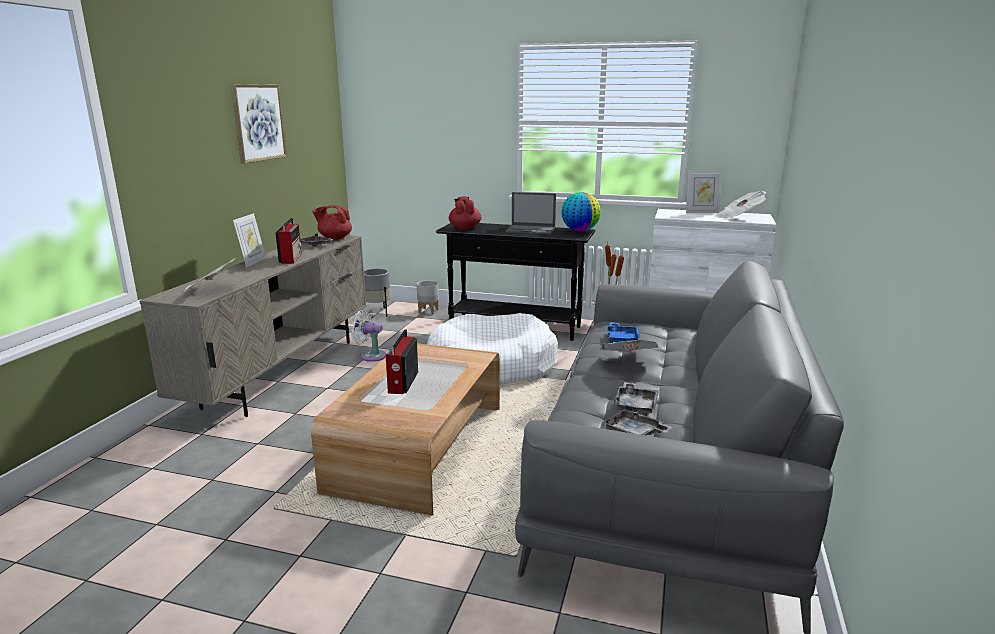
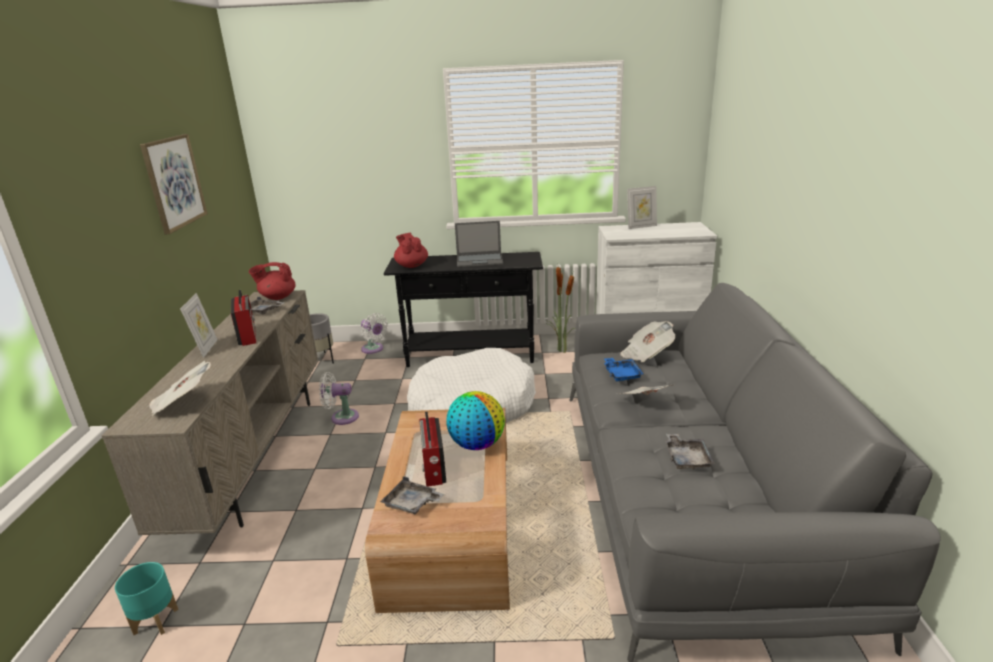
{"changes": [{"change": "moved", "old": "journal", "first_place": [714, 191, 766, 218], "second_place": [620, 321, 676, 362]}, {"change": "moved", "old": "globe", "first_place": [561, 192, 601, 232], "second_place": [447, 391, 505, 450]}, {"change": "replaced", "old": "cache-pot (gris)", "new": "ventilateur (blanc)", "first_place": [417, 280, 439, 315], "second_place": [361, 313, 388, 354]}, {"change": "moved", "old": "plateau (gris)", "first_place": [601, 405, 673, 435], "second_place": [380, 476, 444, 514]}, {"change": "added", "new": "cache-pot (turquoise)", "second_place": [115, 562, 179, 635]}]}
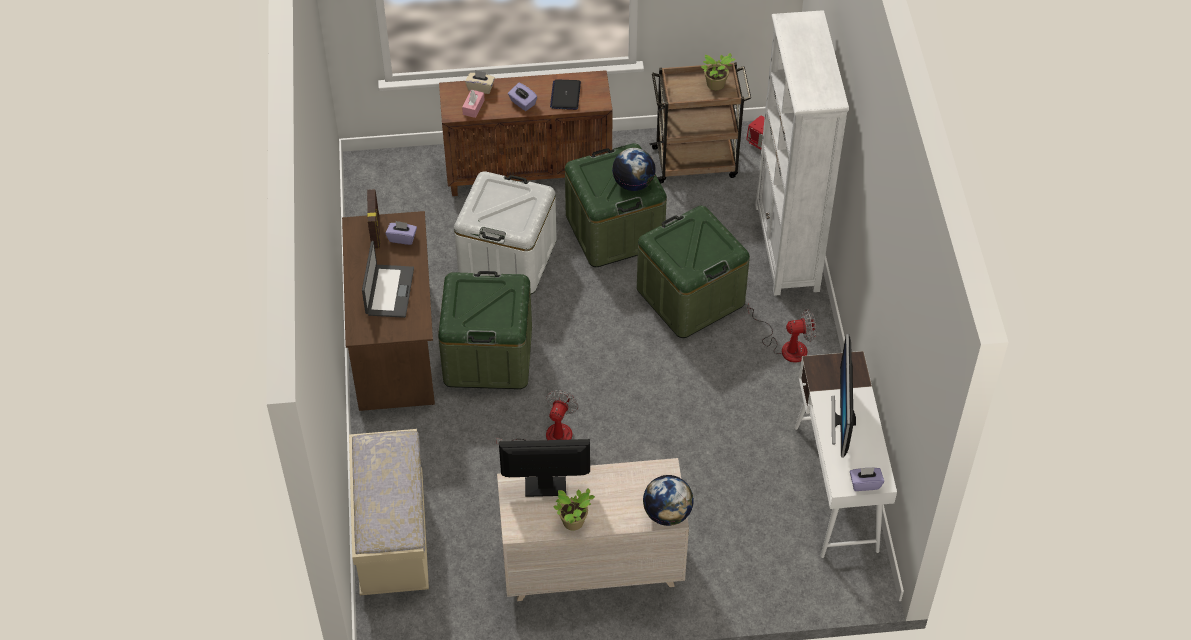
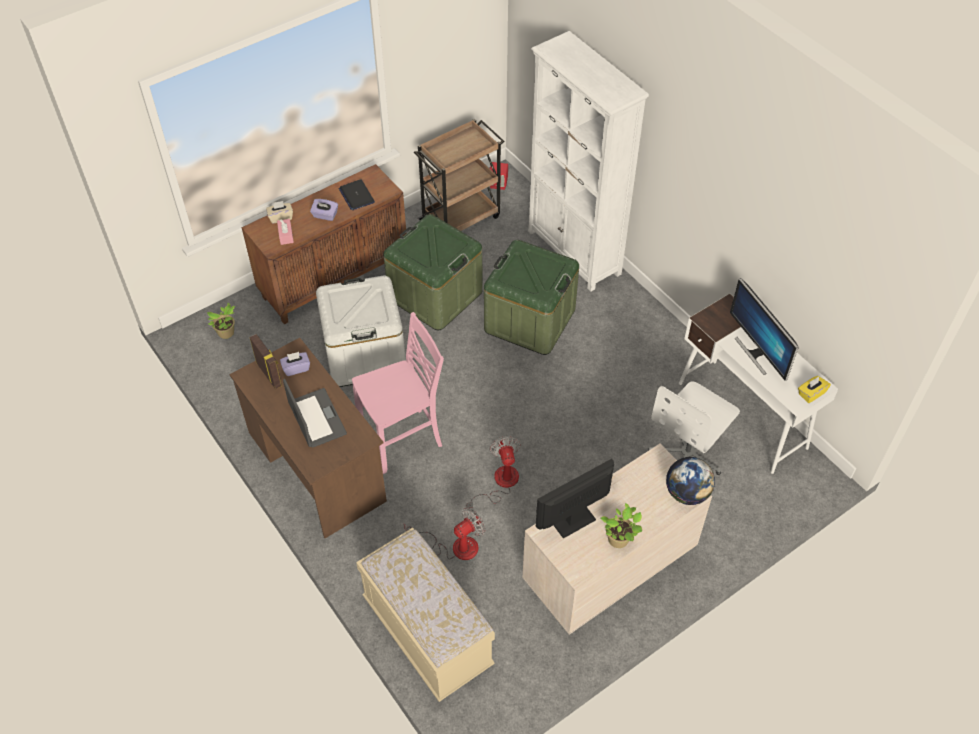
{"changes": [{"change": "moved", "old": "plante en pot", "first_place": [701, 53, 736, 90], "second_place": [207, 303, 235, 339]}, {"change": "removed", "old": "globe", "first_place": [612, 148, 655, 191]}, {"change": "replaced", "old": "boîte de rangement (vert)", "new": "chaise (rose)", "first_place": [438, 271, 532, 389], "second_place": [352, 312, 444, 474]}, {"change": "moved", "old": "ventilateur", "first_place": [747, 303, 816, 363], "second_place": [404, 508, 485, 560]}, {"change": "recoloured", "old": "boîte à mouchoirs (violet)", "new": "boîte à mouchoirs (jaune)", "first_place": [850, 468, 884, 491], "second_place": [798, 376, 831, 403]}, {"change": "added", "new": "chaise de bureau (blanc)", "second_place": [648, 381, 740, 475]}]}
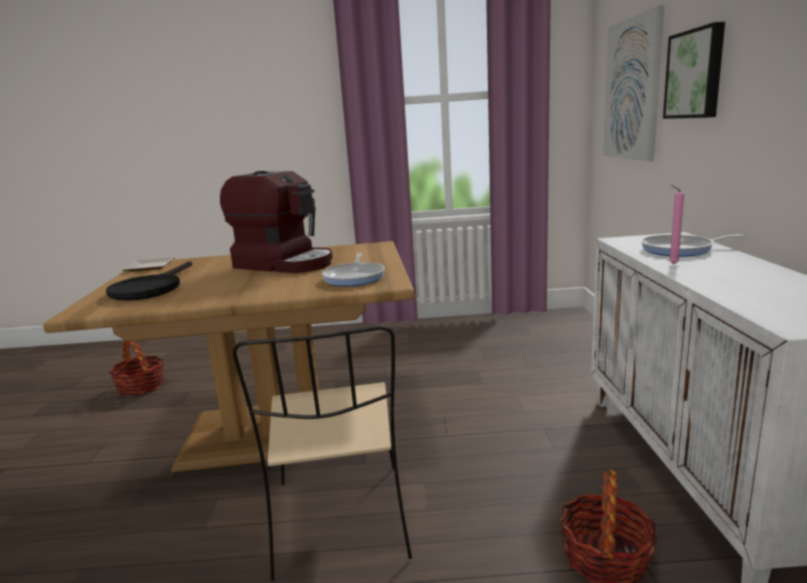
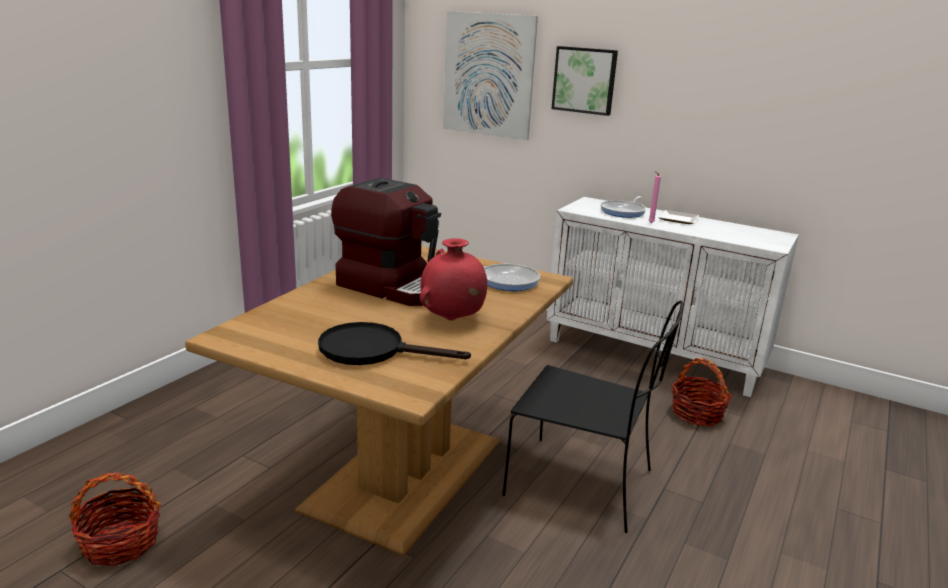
{"changes": [{"change": "turned", "old": "machine à café", "first_place": [220, 171, 333, 273], "second_place": [331, 178, 441, 306], "degrees": 60}, {"change": "moved", "old": "assiette", "first_place": [123, 257, 175, 272], "second_place": [658, 210, 699, 224]}, {"change": "turned", "old": "poêle (noir)", "first_place": [106, 261, 192, 301], "second_place": [318, 322, 471, 365], "degrees": 150}, {"change": "recoloured", "old": "chaise (beige)", "new": "chaise (noir)", "first_place": [233, 326, 412, 581], "second_place": [502, 301, 683, 533]}, {"change": "added", "new": "vase (rouge)", "second_place": [420, 238, 487, 321]}]}
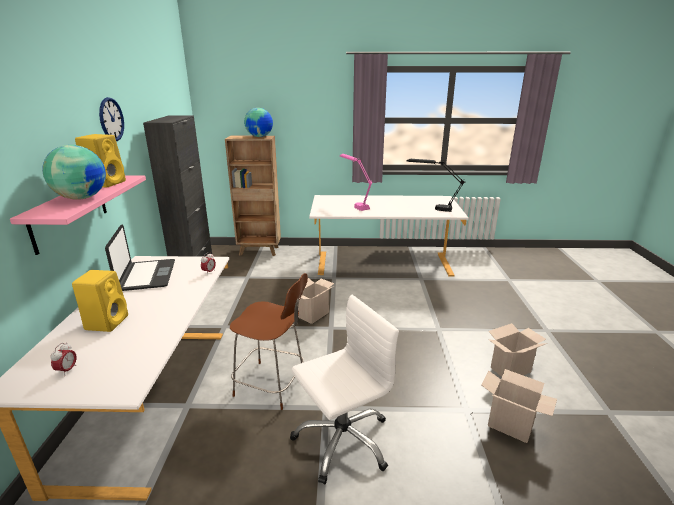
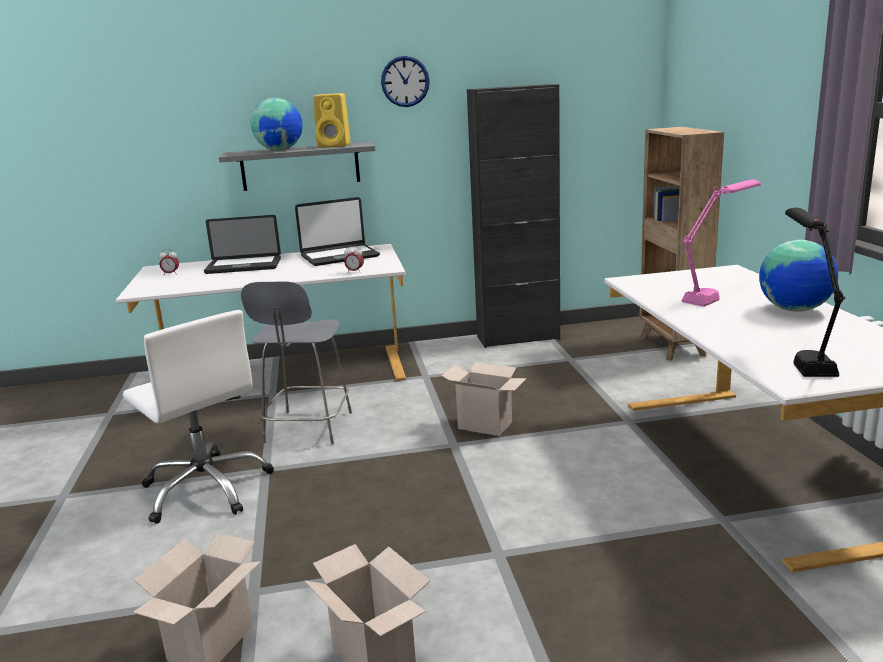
{"changes": [{"change": "moved", "old": "globe", "first_place": [244, 108, 273, 137], "second_place": [759, 240, 838, 312]}, {"change": "recoloured", "old": "étagère (rose)", "new": "étagère (gris)", "first_place": [10, 176, 146, 255], "second_place": [219, 142, 376, 191]}, {"change": "replaced", "old": "enceinte (jaune)", "new": "ordinateur portable", "first_place": [72, 270, 128, 332], "second_place": [204, 215, 281, 274]}, {"change": "recoloured", "old": "chaise (marron)", "new": "chaise (gris)", "first_place": [230, 273, 308, 410], "second_place": [241, 281, 352, 445]}]}
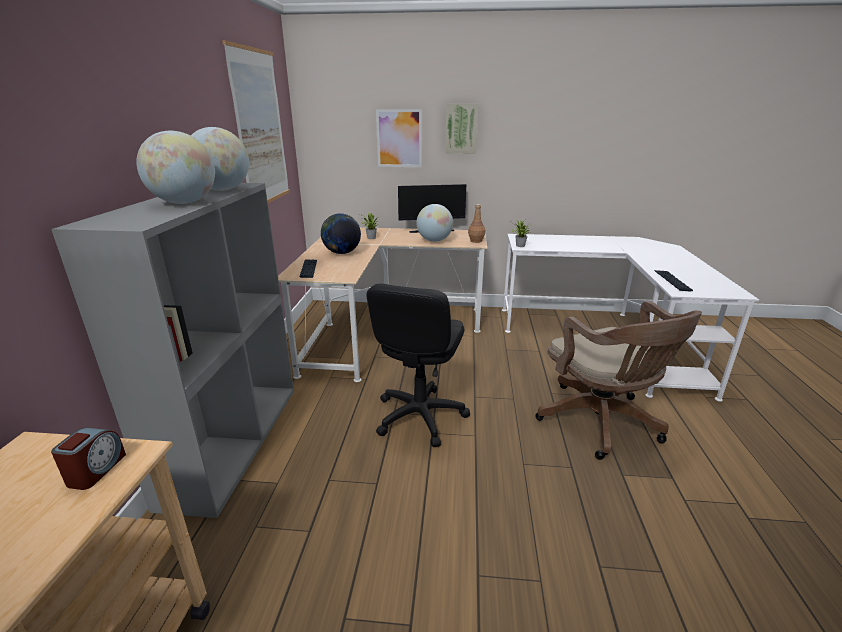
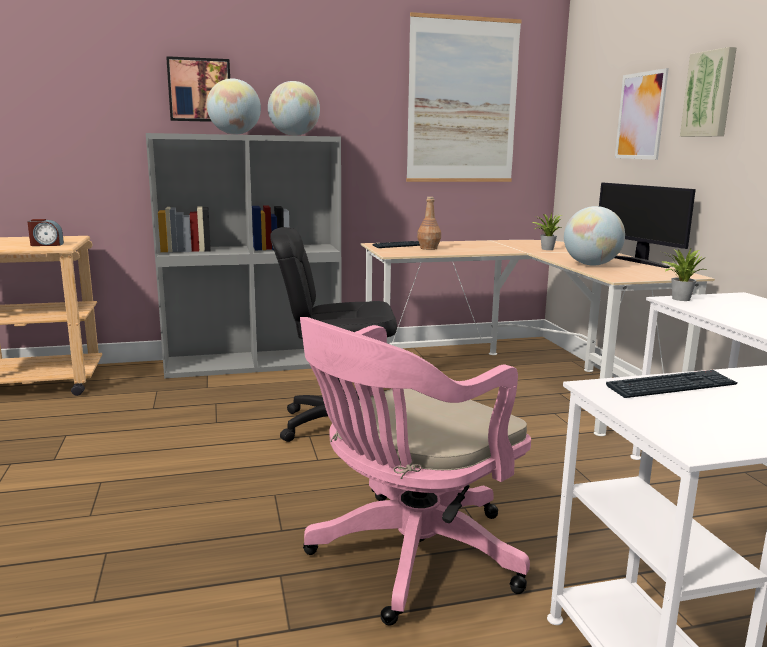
{"changes": [{"change": "moved", "old": "bouteille (marron)", "first_place": [468, 204, 485, 243], "second_place": [417, 197, 441, 250]}, {"change": "removed", "old": "globe", "first_place": [321, 213, 361, 254]}, {"change": "recoloured", "old": "chaise de bureau (marron)", "new": "chaise de bureau (rose)", "first_place": [535, 301, 702, 460], "second_place": [300, 317, 531, 625]}, {"change": "added", "new": "tableau", "second_place": [166, 56, 230, 122]}]}
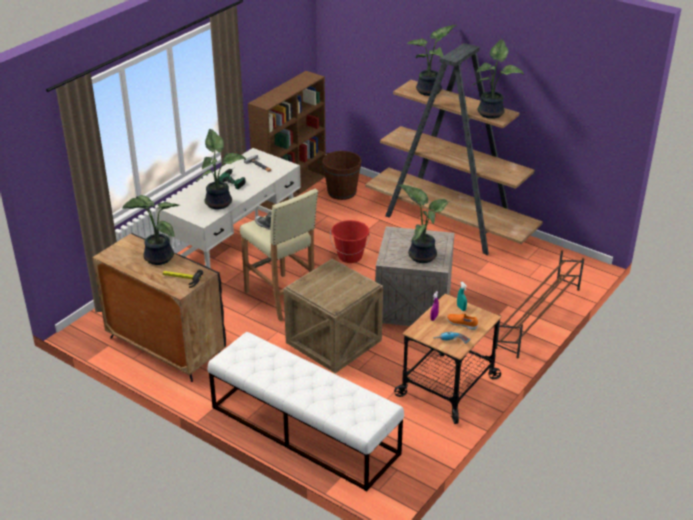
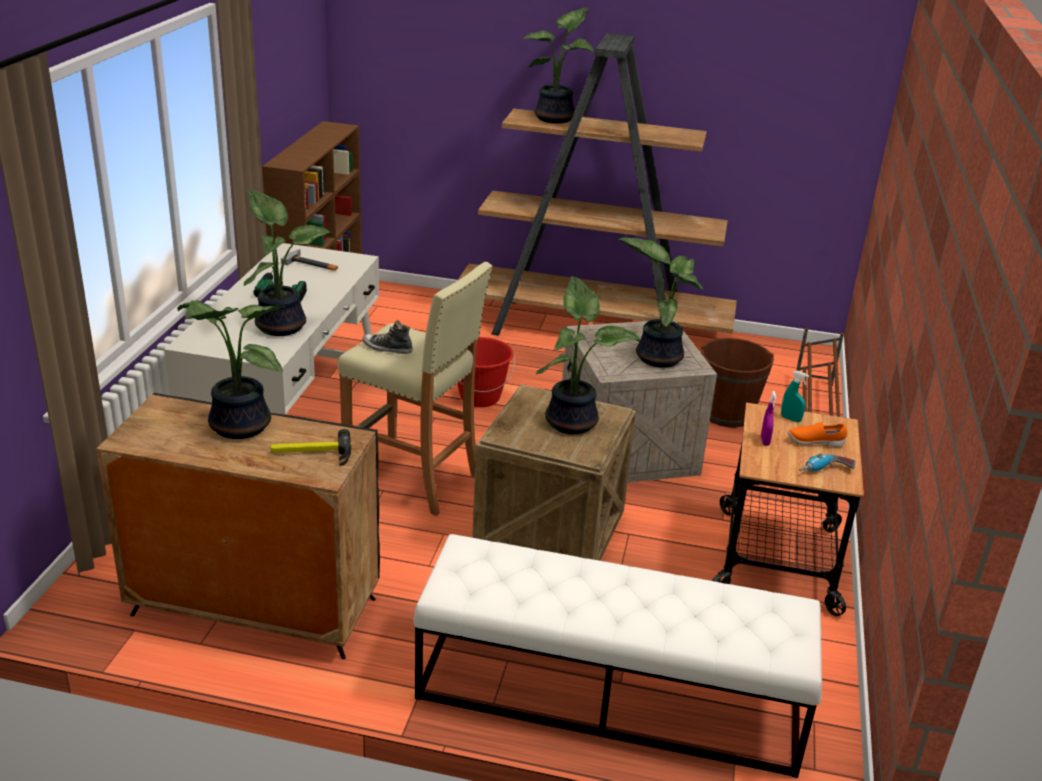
{"changes": [{"change": "moved", "old": "plante en pot", "first_place": [473, 39, 524, 119], "second_place": [536, 276, 641, 434]}, {"change": "moved", "old": "seau (marron)", "first_place": [322, 151, 362, 200], "second_place": [701, 338, 774, 427]}]}
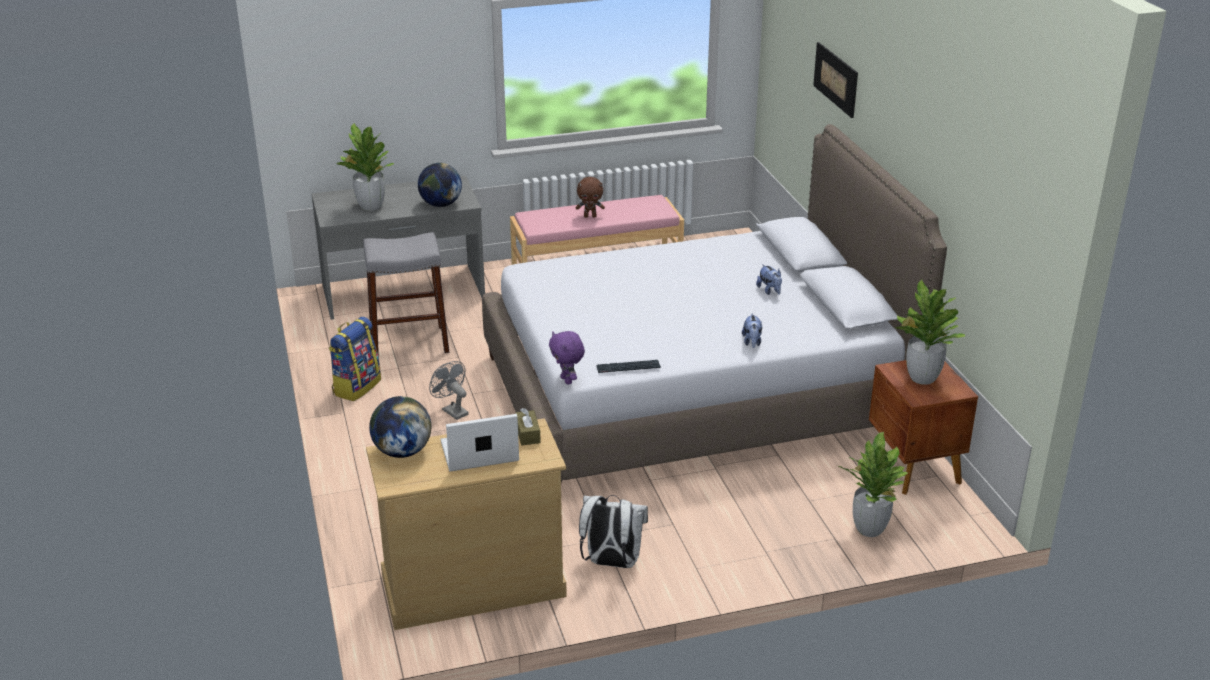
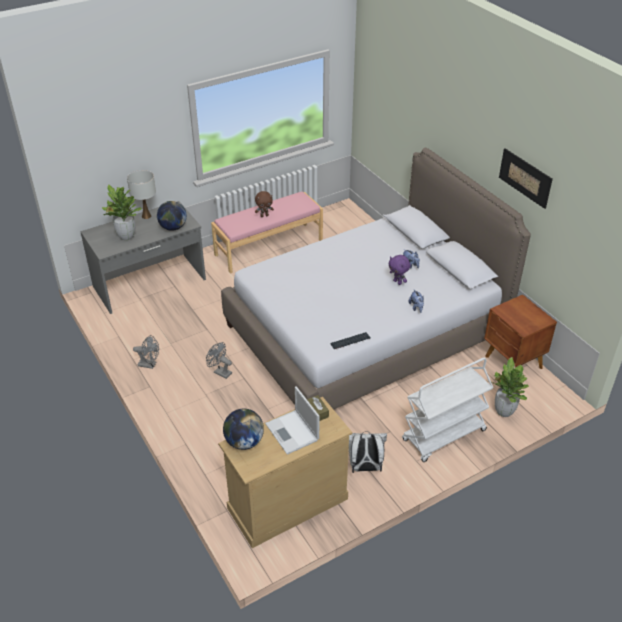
{"changes": [{"change": "moved", "old": "tableau", "first_place": [813, 42, 858, 118], "second_place": [499, 148, 553, 209]}, {"change": "removed", "old": "tabouret (gris)", "first_place": [363, 232, 449, 357]}, {"change": "removed", "old": "plante en pot", "first_place": [895, 280, 965, 385]}, {"change": "replaced", "old": "sac à dos", "new": "ventilateur (gris)", "first_place": [329, 317, 381, 401], "second_place": [133, 335, 159, 369]}, {"change": "moved", "old": "peluche (violet)", "first_place": [549, 331, 585, 384], "second_place": [388, 255, 410, 285]}, {"change": "turned", "old": "ordinateur portable", "first_place": [441, 414, 519, 472], "second_place": [265, 386, 320, 455], "degrees": -90}, {"change": "added", "new": "lampe de table (blanc)", "second_place": [127, 170, 156, 219]}, {"change": "added", "new": "chariot (blanc)", "second_place": [402, 358, 494, 462]}]}
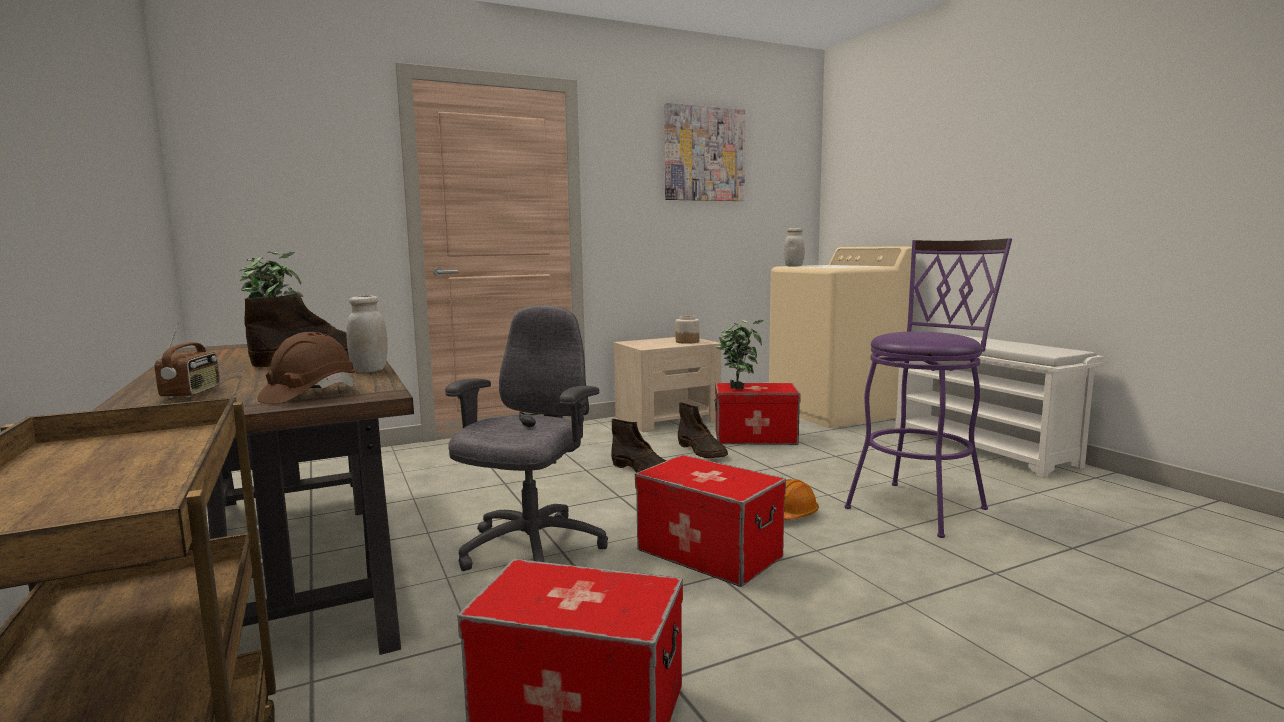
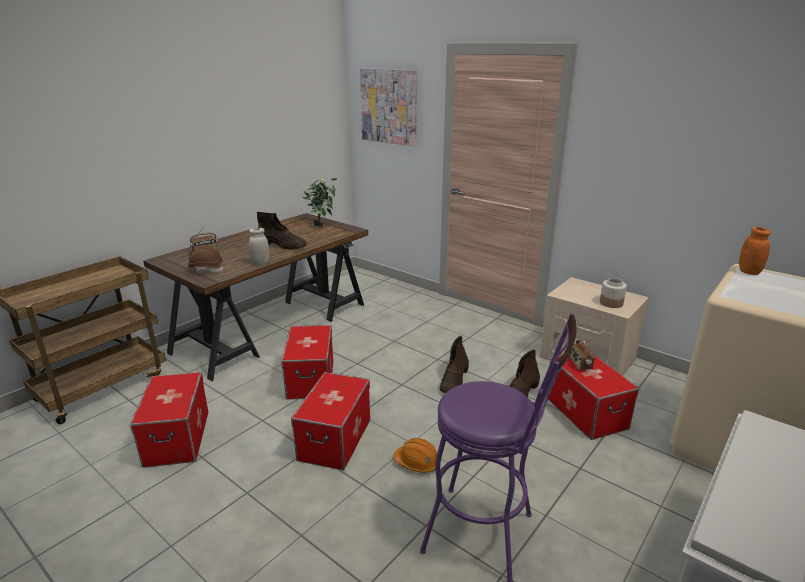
{"changes": [{"change": "moved", "old": "tableau", "first_place": [664, 103, 745, 201], "second_place": [360, 68, 417, 146]}, {"change": "recoloured", "old": "bocal (blanc)", "new": "bocal (orange)", "first_place": [784, 228, 805, 266], "second_place": [739, 227, 771, 275]}, {"change": "replaced", "old": "chaise de bureau (gris)", "new": "boîte de rangement", "first_place": [445, 305, 608, 571], "second_place": [281, 325, 333, 400]}, {"change": "replaced", "old": "plante en pot", "new": "radio", "first_place": [715, 320, 763, 389], "second_place": [570, 338, 595, 370]}]}
